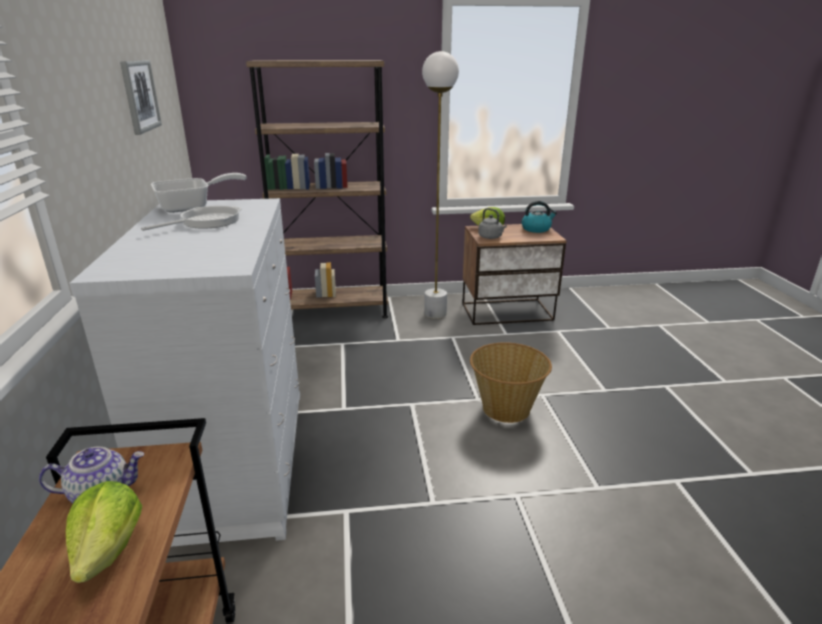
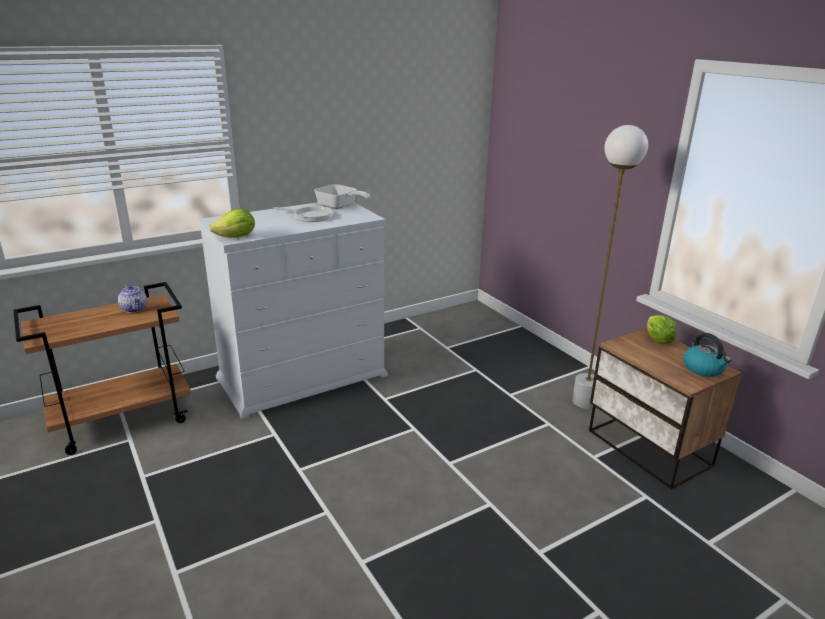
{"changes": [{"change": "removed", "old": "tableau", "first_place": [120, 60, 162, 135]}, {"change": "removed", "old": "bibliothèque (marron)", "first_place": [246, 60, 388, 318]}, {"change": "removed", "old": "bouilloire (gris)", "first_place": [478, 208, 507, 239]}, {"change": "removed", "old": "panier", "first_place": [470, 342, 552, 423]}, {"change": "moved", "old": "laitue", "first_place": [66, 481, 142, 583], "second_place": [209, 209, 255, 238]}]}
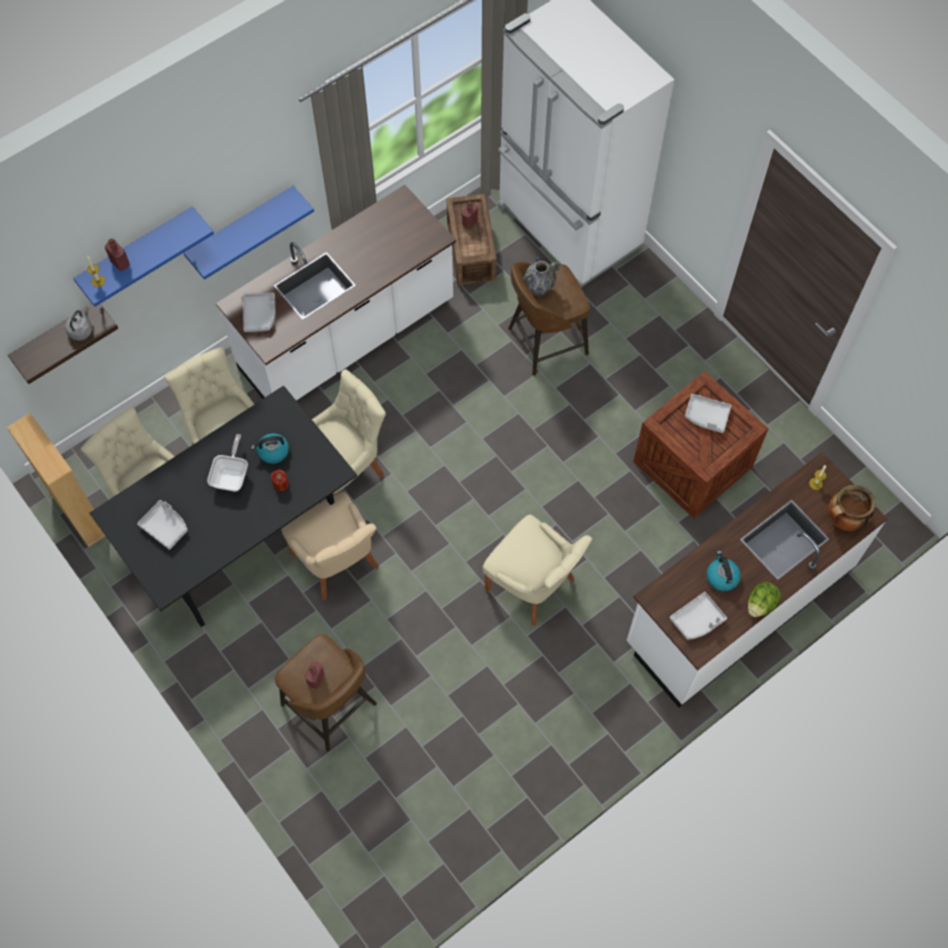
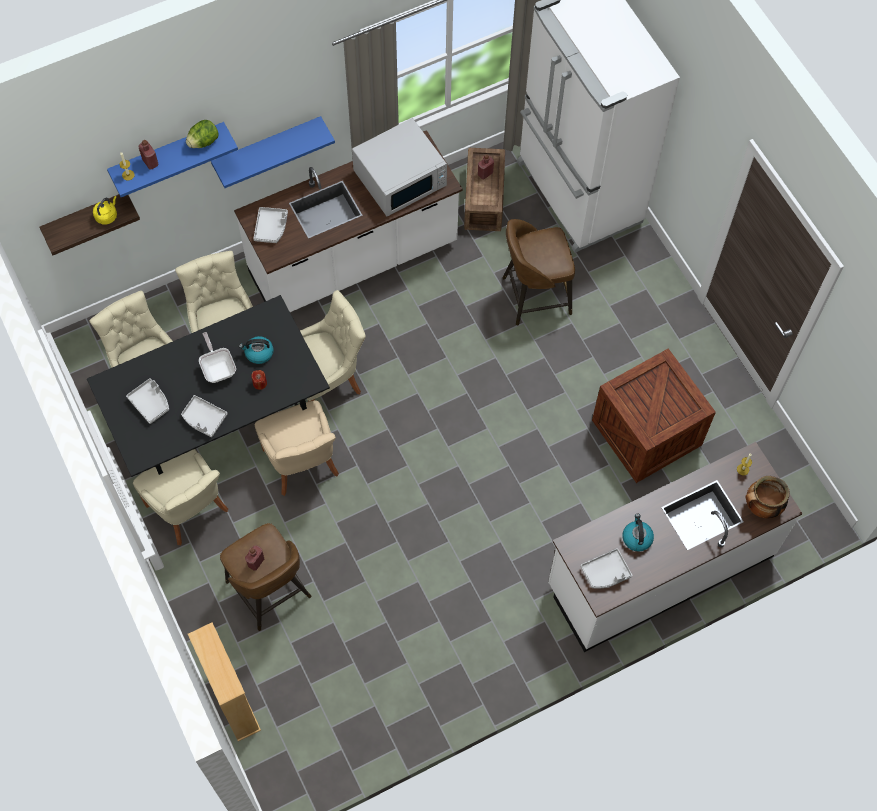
{"changes": [{"change": "removed", "old": "vase", "first_place": [523, 257, 560, 296]}, {"change": "recoloured", "old": "bouilloire (gris)", "new": "bouilloire (jaune)", "first_place": [65, 307, 92, 341], "second_place": [93, 196, 117, 225]}, {"change": "moved", "old": "plateau (gris)", "first_place": [685, 394, 731, 433], "second_place": [181, 395, 228, 437]}, {"change": "moved", "old": "bibliothèque (beige)", "first_place": [7, 413, 105, 547], "second_place": [188, 622, 261, 742]}, {"change": "turned", "old": "poêle", "first_place": [207, 434, 248, 491], "second_place": [199, 332, 236, 383], "degrees": -45}, {"change": "moved", "old": "chaise (beige)", "first_place": [483, 514, 592, 626], "second_place": [133, 449, 228, 545]}, {"change": "moved", "old": "laitue", "first_place": [748, 582, 781, 617], "second_place": [186, 120, 219, 148]}, {"change": "added", "new": "micro-ondes (blanc)", "second_place": [352, 118, 447, 216]}]}
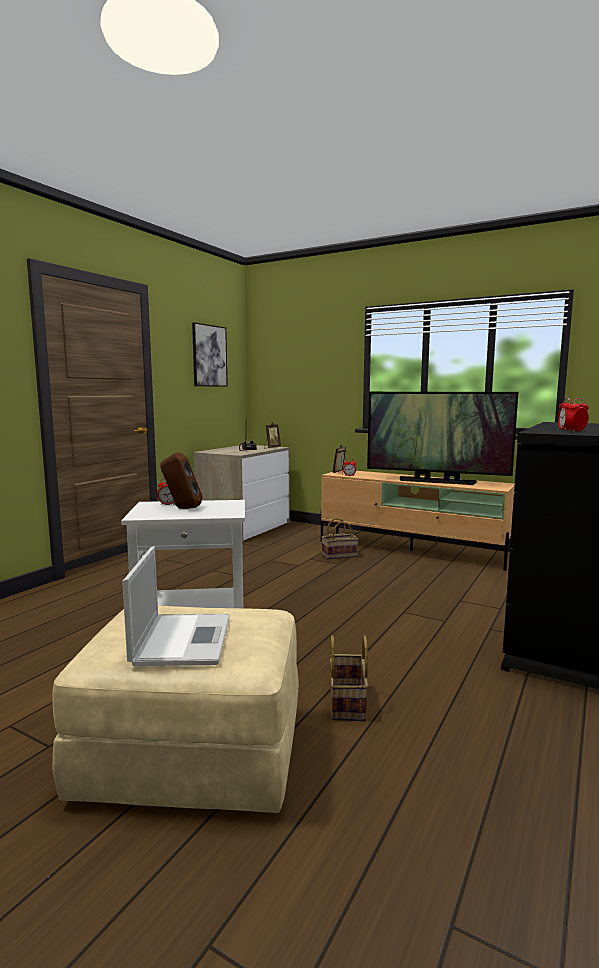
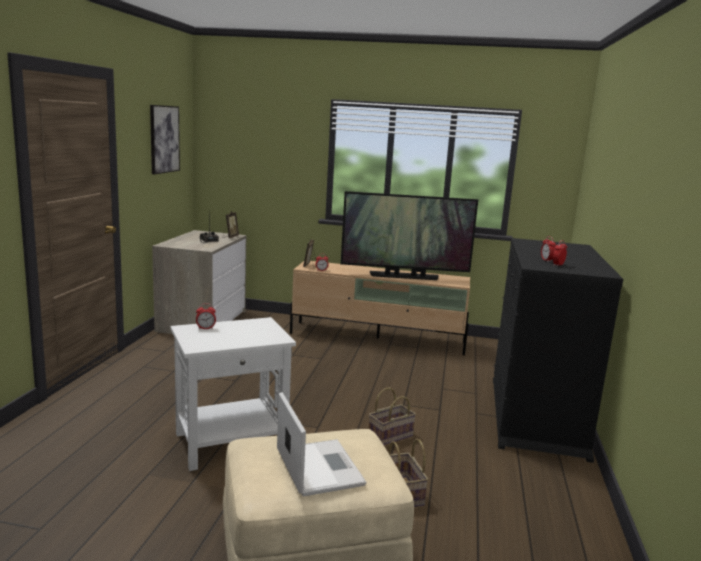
{"changes": [{"change": "removed", "old": "enceinte (marron)", "first_place": [160, 452, 202, 509]}, {"change": "moved", "old": "panier", "first_place": [322, 518, 358, 560], "second_place": [368, 388, 416, 445]}]}
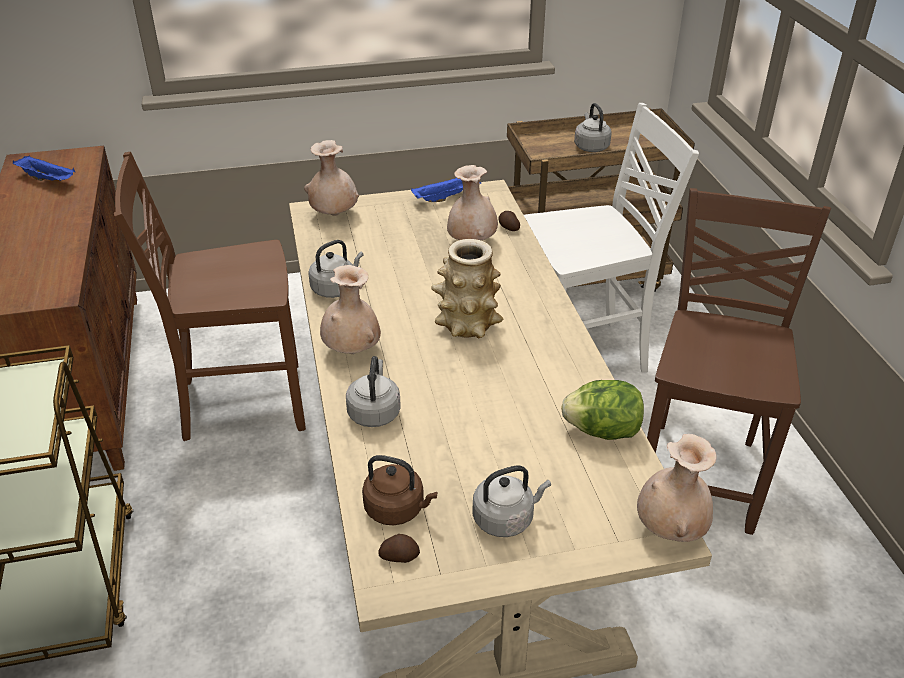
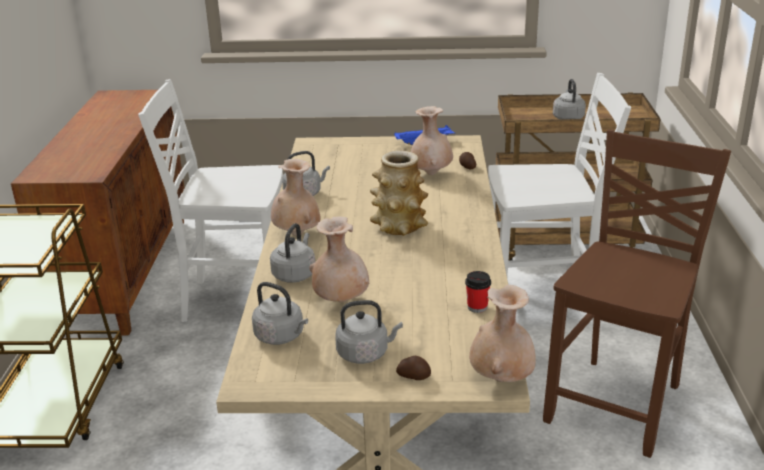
{"changes": [{"change": "moved", "old": "vase (beige)", "first_place": [304, 140, 359, 216], "second_place": [309, 217, 369, 302]}, {"change": "recoloured", "old": "chaise (marron)", "new": "chaise (blanc)", "first_place": [114, 152, 306, 441], "second_place": [138, 79, 283, 322]}, {"change": "removed", "old": "plateau (bleu)", "first_place": [13, 155, 75, 181]}, {"change": "replaced", "old": "laitue", "new": "tasse", "first_place": [561, 380, 644, 440], "second_place": [465, 271, 491, 313]}, {"change": "recoloured", "old": "bouilloire (marron)", "new": "bouilloire (gris)", "first_place": [362, 455, 437, 525], "second_place": [252, 282, 308, 345]}, {"change": "moved", "old": "pomme de terre", "first_place": [379, 534, 420, 563], "second_place": [396, 356, 431, 380]}]}
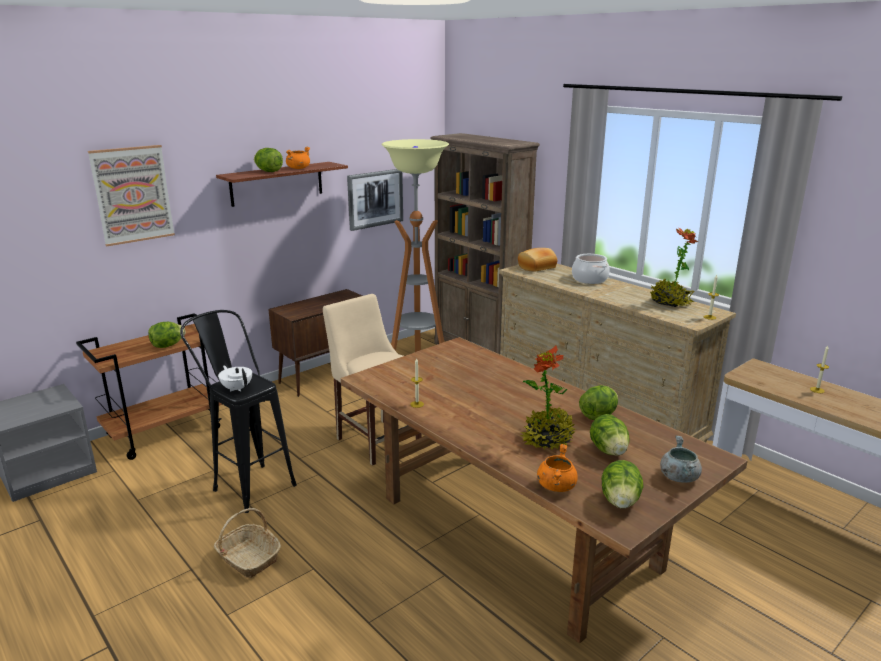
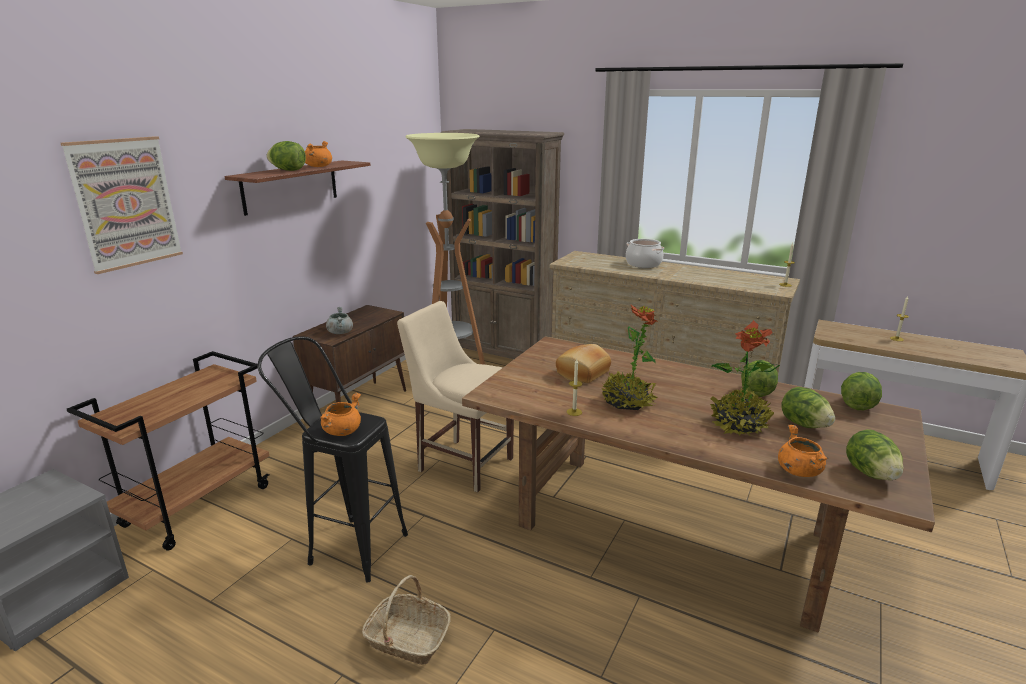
{"changes": [{"change": "removed", "old": "tableau", "first_place": [347, 169, 403, 231]}, {"change": "moved", "old": "plante en pot", "first_place": [650, 228, 698, 307], "second_place": [602, 305, 658, 410]}, {"change": "moved", "old": "pain", "first_place": [518, 248, 557, 272], "second_place": [556, 344, 611, 383]}, {"change": "moved", "old": "laitue", "first_place": [148, 322, 186, 348], "second_place": [841, 372, 882, 410]}, {"change": "replaced", "old": "théière (blanc)", "new": "marmite (orange)", "first_place": [218, 366, 252, 392], "second_place": [320, 393, 361, 436]}, {"change": "moved", "old": "marmite (gris)", "first_place": [660, 436, 702, 483], "second_place": [326, 307, 353, 334]}]}
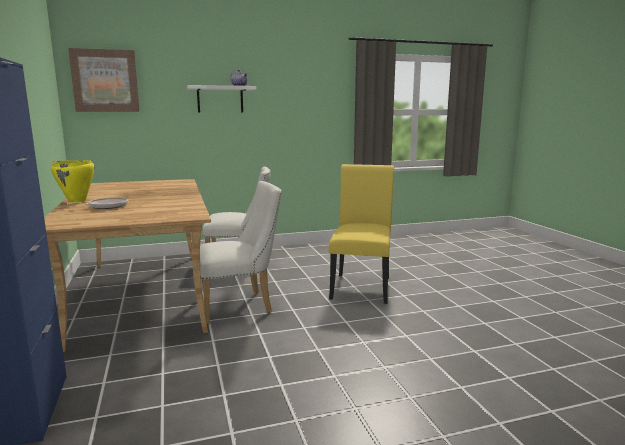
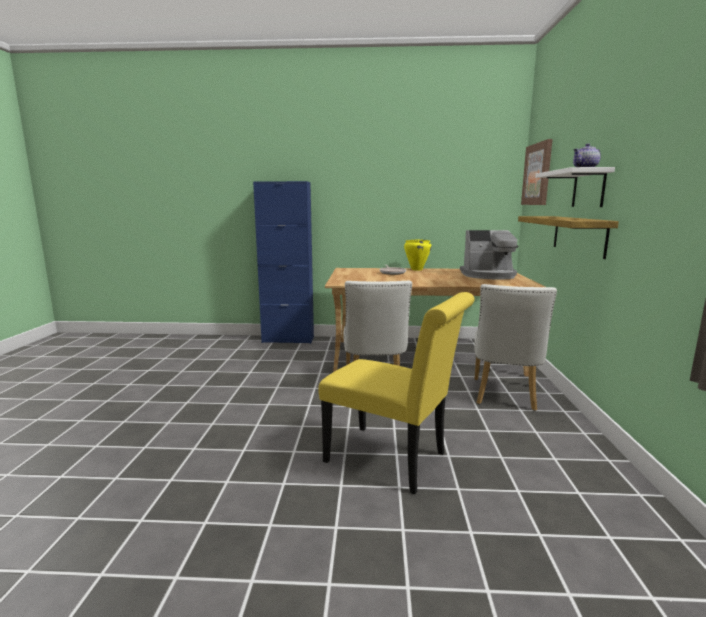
{"changes": [{"change": "added", "new": "étagère", "second_place": [518, 216, 619, 259]}, {"change": "added", "new": "machine à café", "second_place": [460, 230, 518, 279]}]}
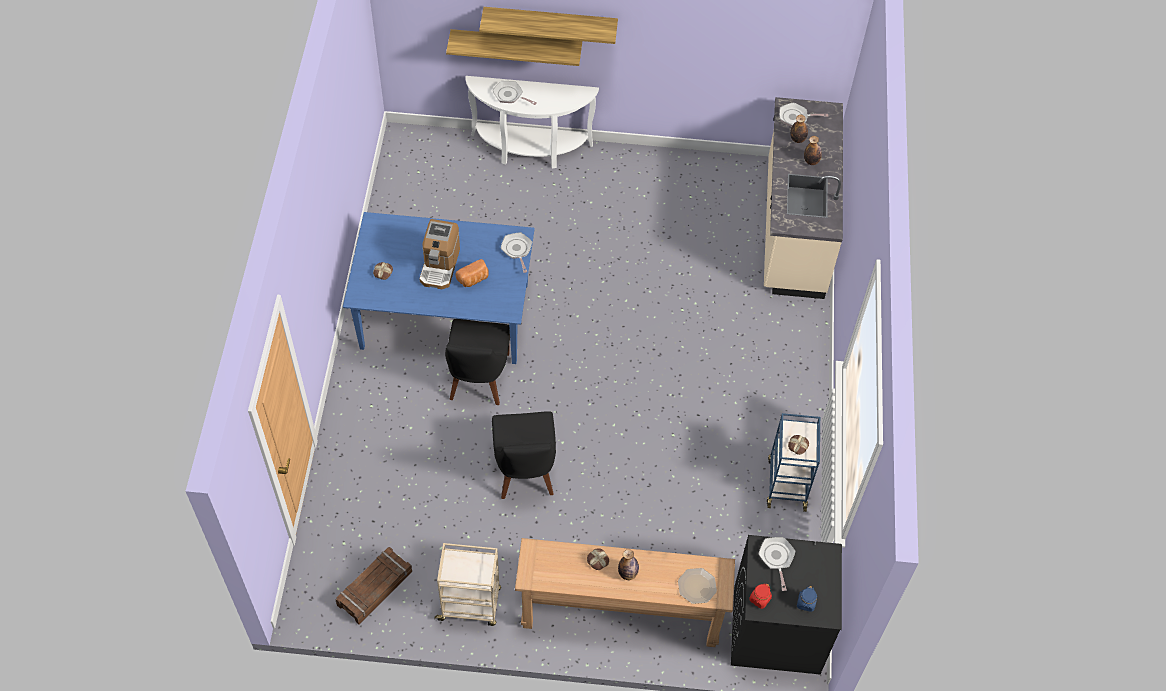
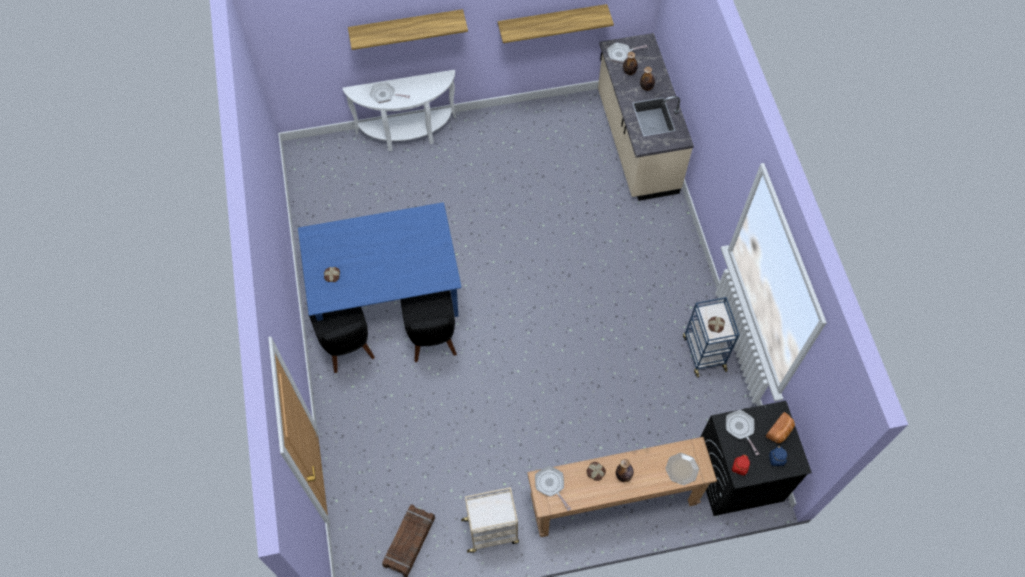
{"changes": [{"change": "moved", "old": "étagère", "first_place": [446, 29, 582, 66], "second_place": [498, 4, 614, 43]}, {"change": "removed", "old": "machine à café", "first_place": [419, 219, 460, 289]}, {"change": "moved", "old": "poêle", "first_place": [501, 232, 532, 273], "second_place": [535, 466, 571, 511]}, {"change": "moved", "old": "pain", "first_place": [455, 259, 489, 287], "second_place": [766, 412, 795, 443]}, {"change": "moved", "old": "chaise (noir)", "first_place": [492, 411, 556, 499], "second_place": [309, 307, 375, 373]}]}
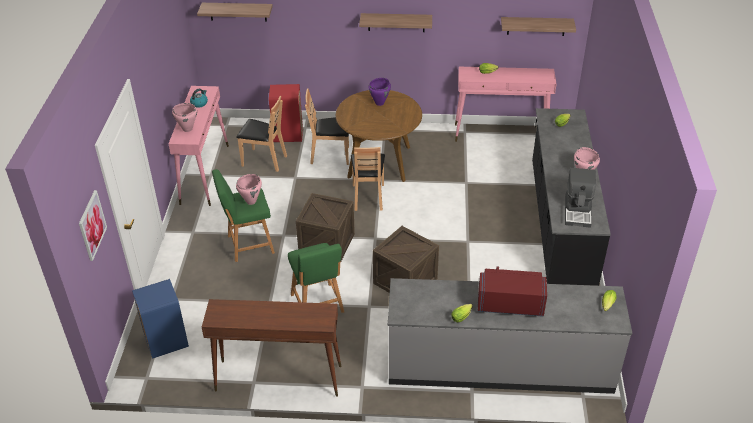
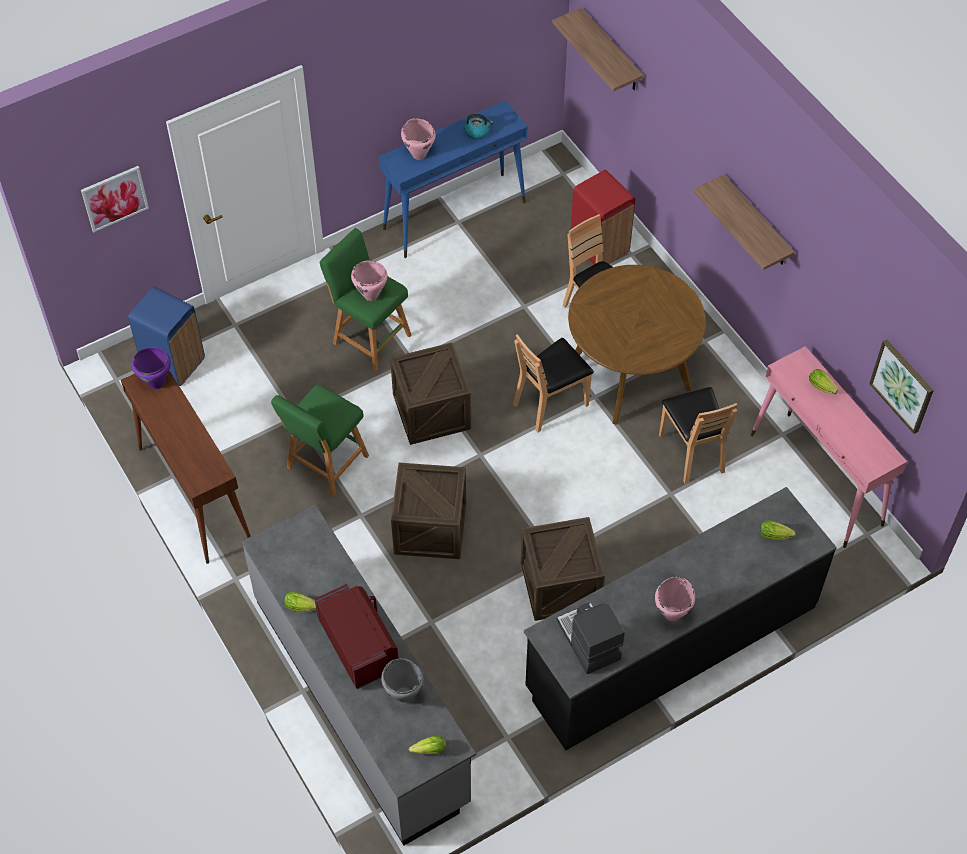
{"changes": [{"change": "replaced", "old": "étagère", "new": "tableau", "first_place": [501, 17, 576, 36], "second_place": [869, 339, 934, 434]}, {"change": "moved", "old": "marmite (violet)", "first_place": [369, 78, 391, 106], "second_place": [132, 347, 171, 389]}, {"change": "recoloured", "old": "table console (rose)", "new": "table console (bleu)", "first_place": [169, 86, 229, 206], "second_place": [379, 100, 527, 258]}, {"change": "moved", "old": "chaise (marron)", "first_place": [236, 96, 287, 172], "second_place": [659, 387, 737, 484]}, {"change": "turned", "old": "machine à café", "first_place": [565, 168, 596, 228], "second_place": [557, 602, 625, 674], "degrees": 90}, {"change": "added", "new": "caisse", "second_place": [521, 517, 605, 621]}, {"change": "added", "new": "marmite (gris)", "second_place": [381, 659, 424, 702]}]}
